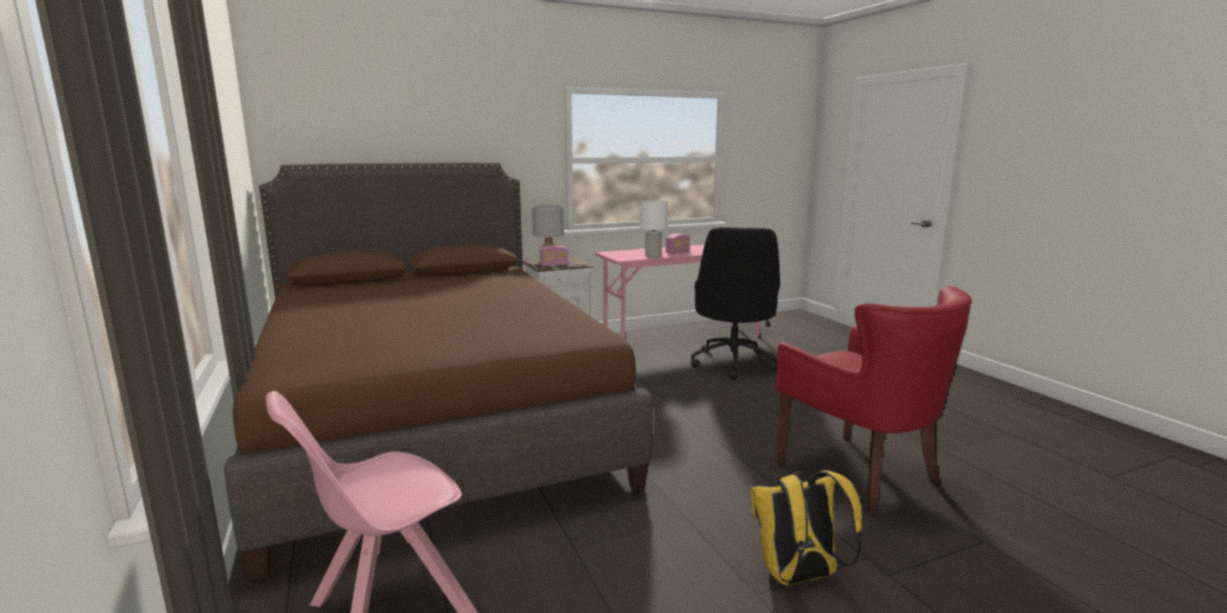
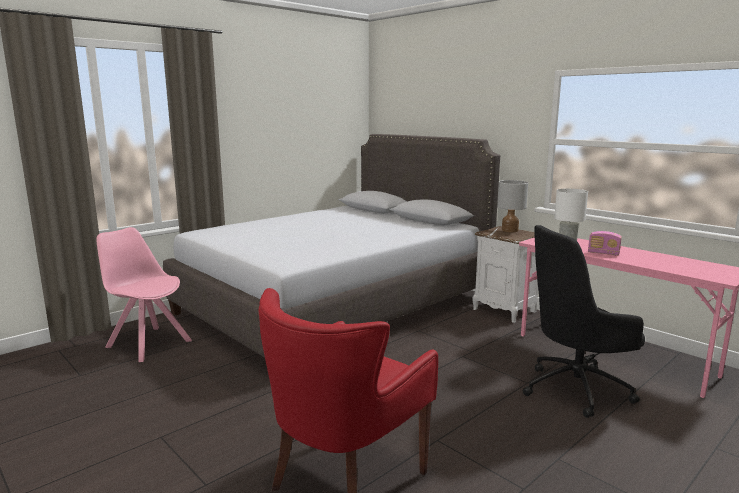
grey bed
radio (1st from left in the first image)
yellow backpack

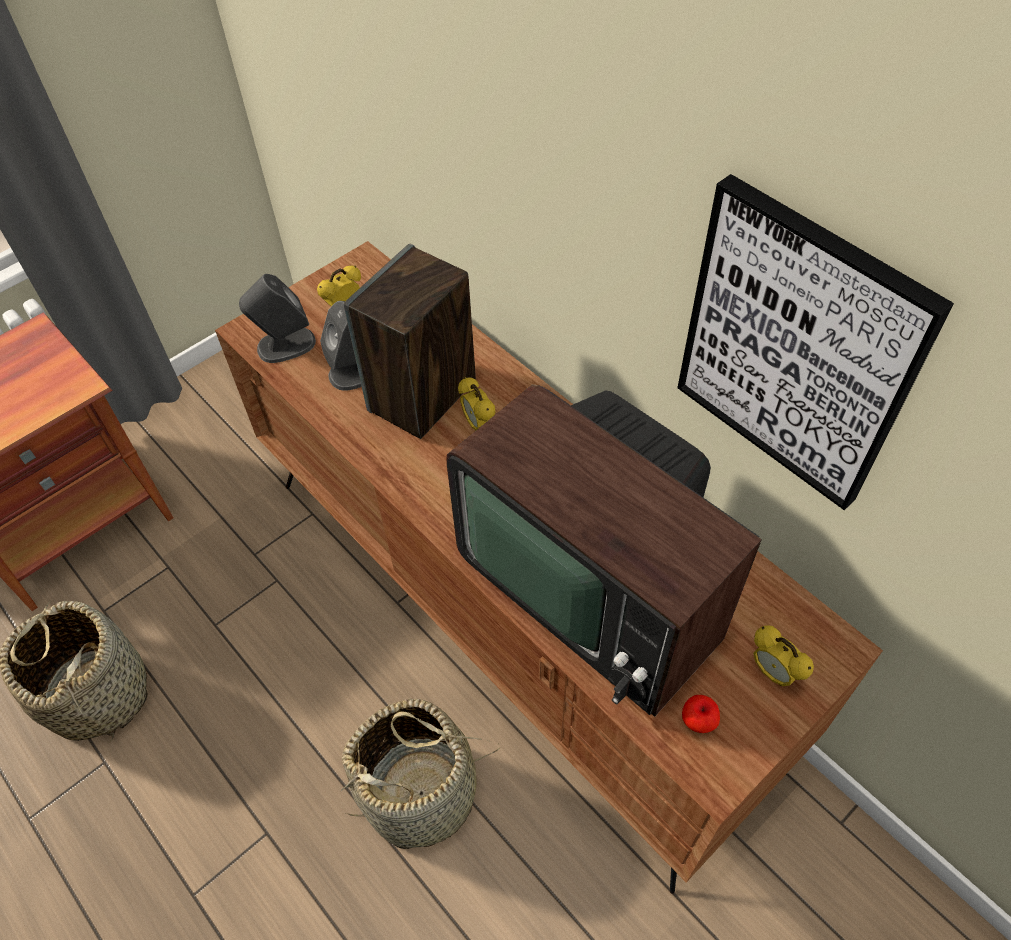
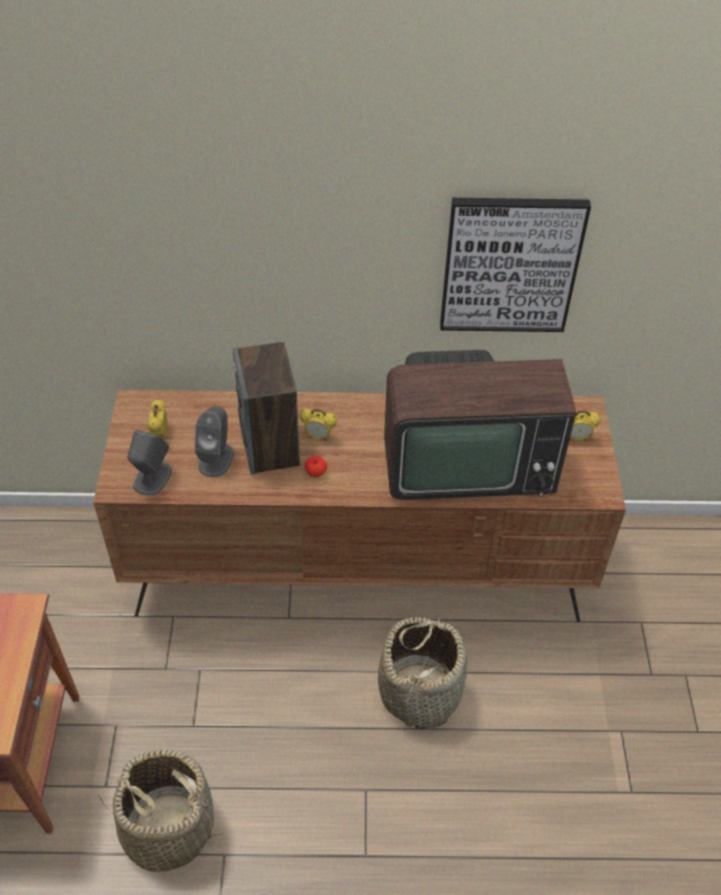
apple

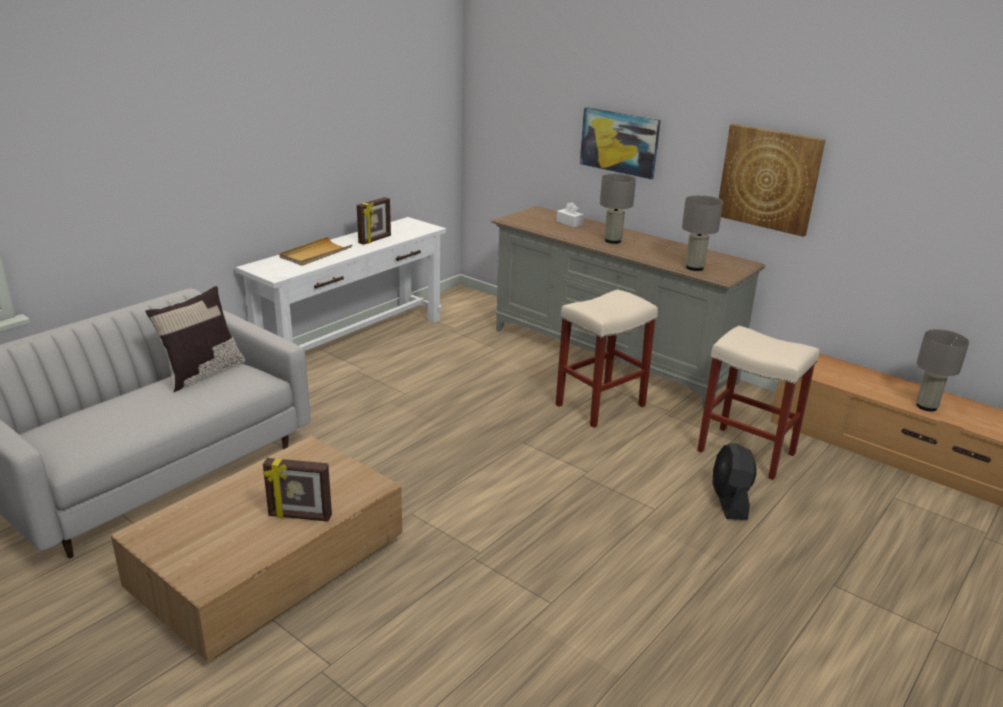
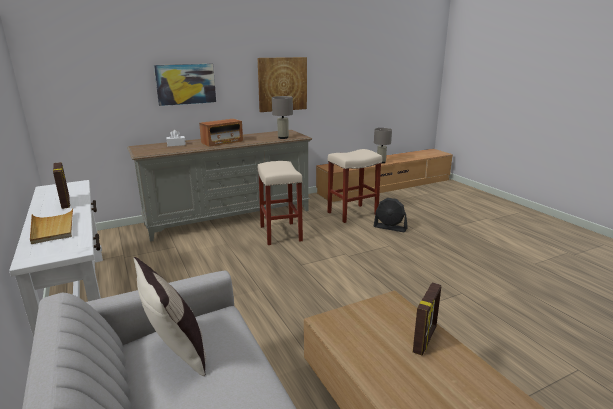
radio

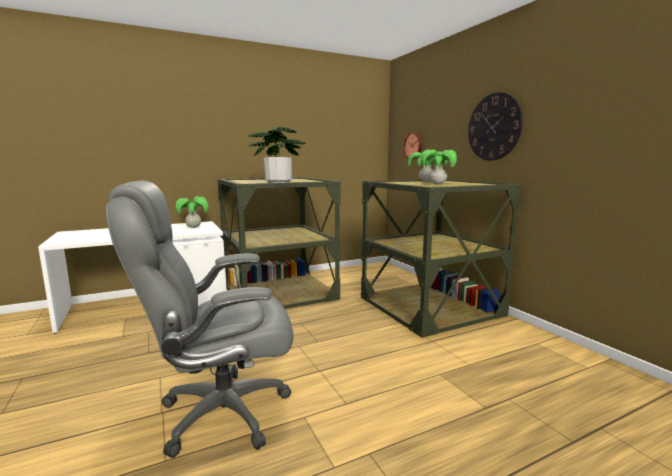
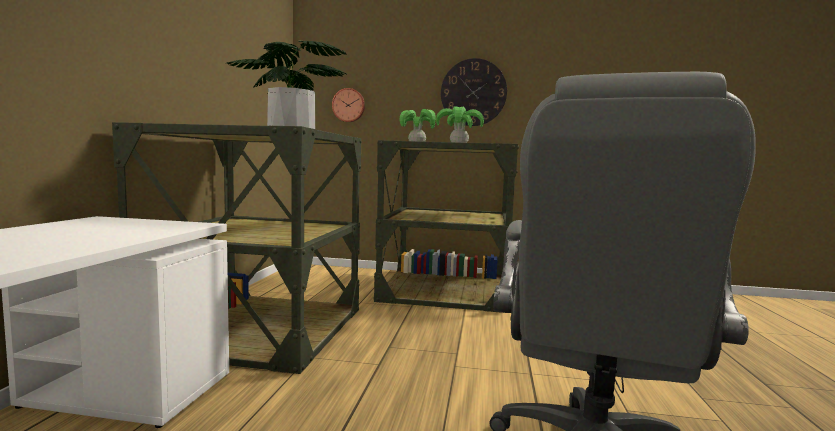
potted plant (1st from left in the first image)

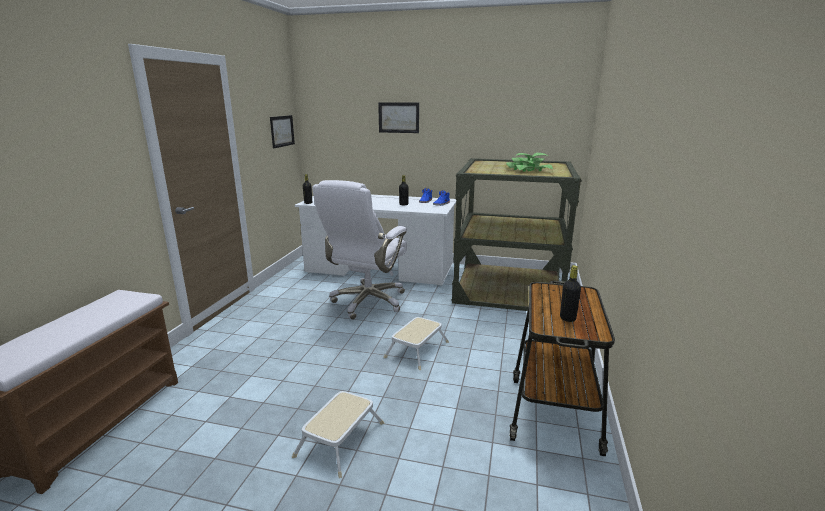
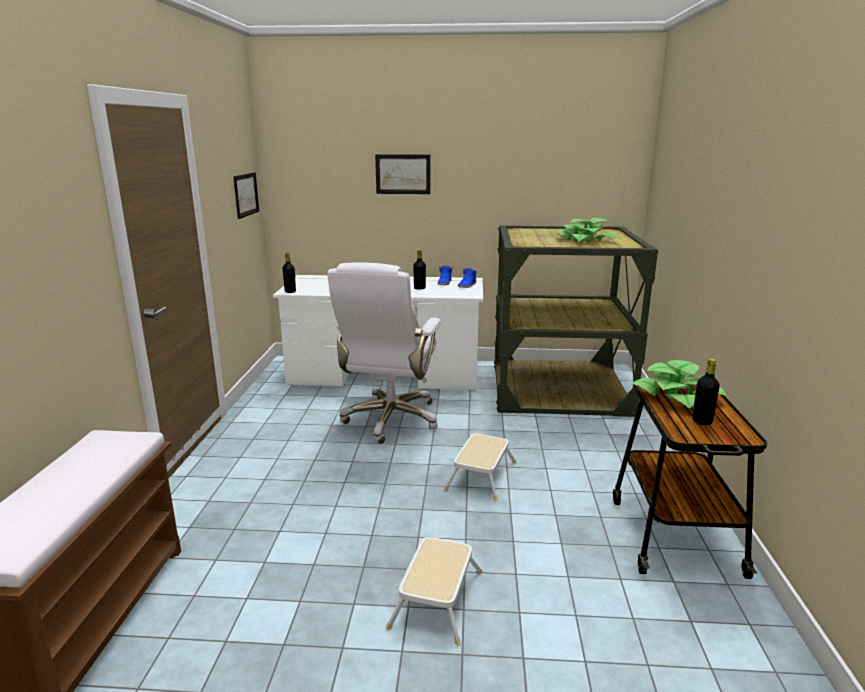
potted plant (2nd from left)

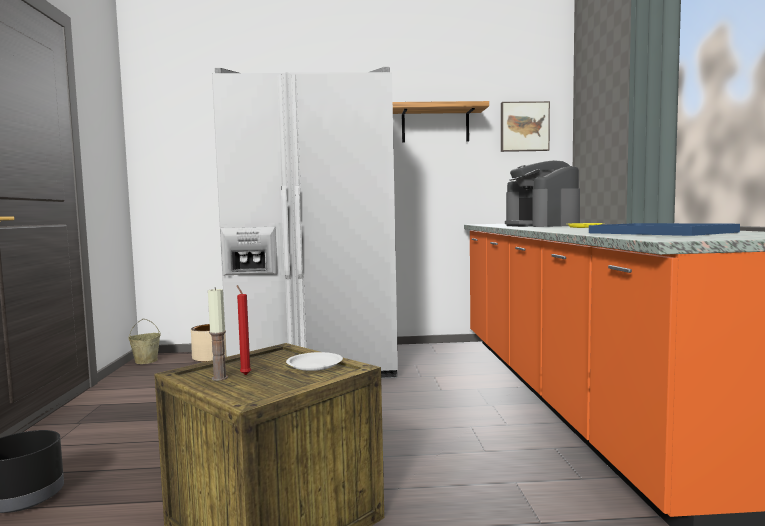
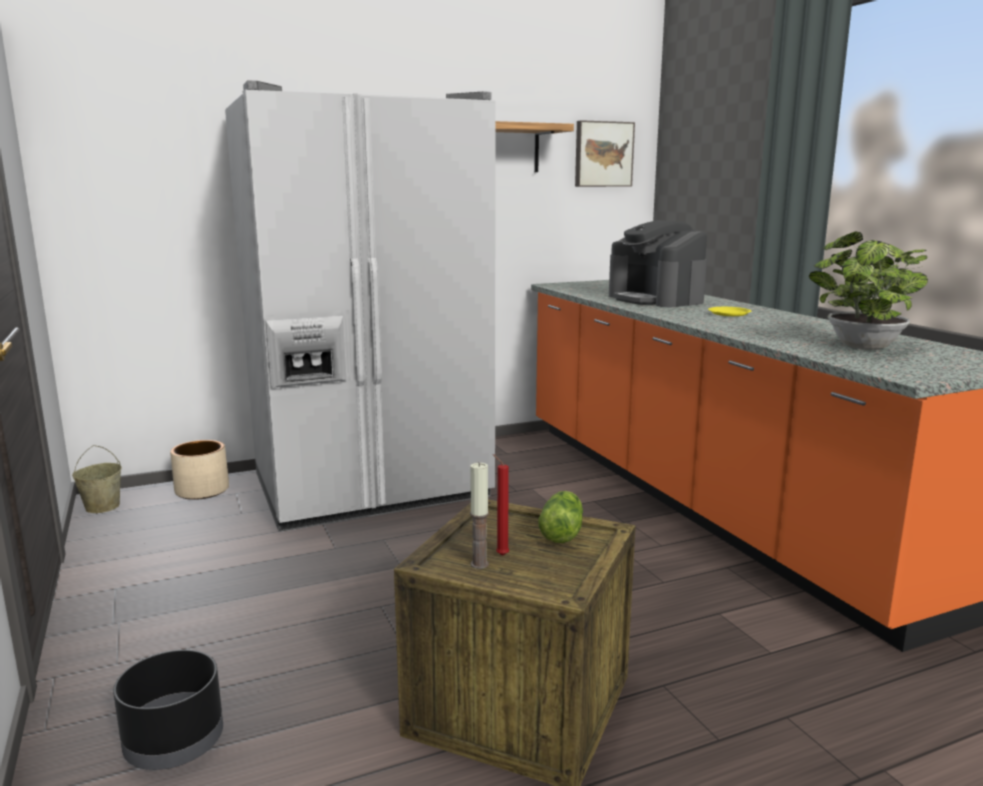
lettuce
potted plant

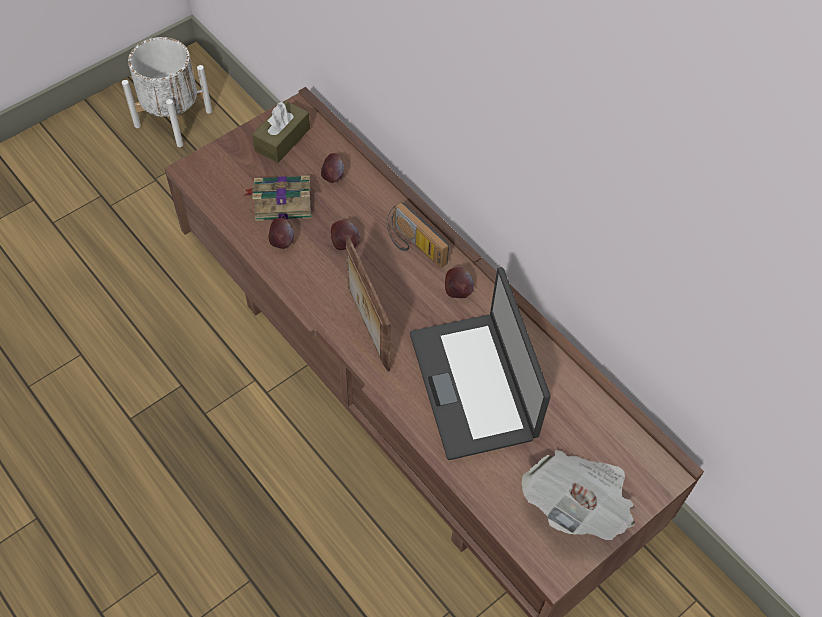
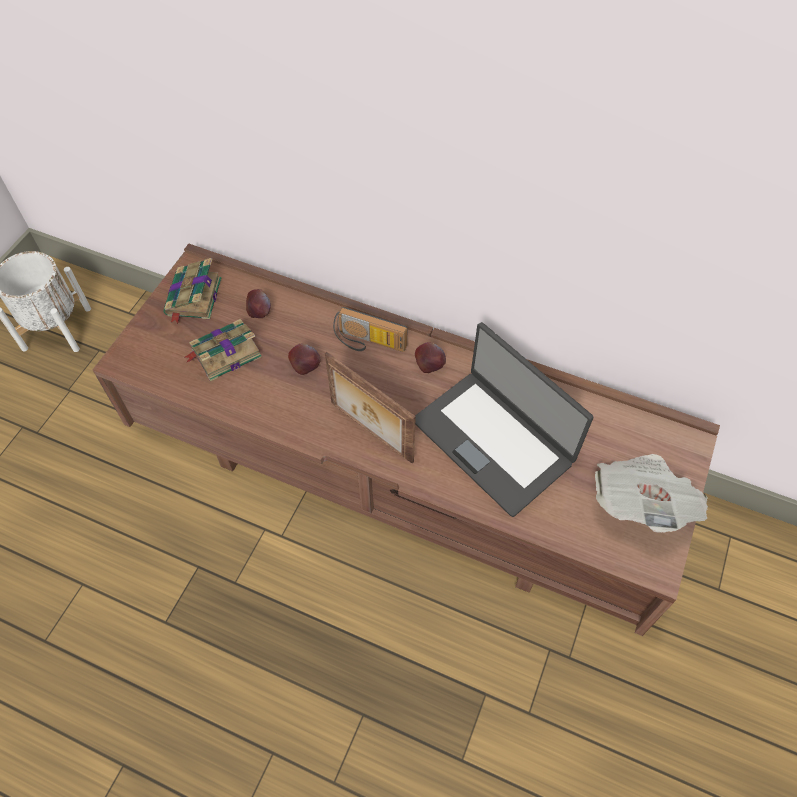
book (1st from left)
apple (1st from left in the first image)

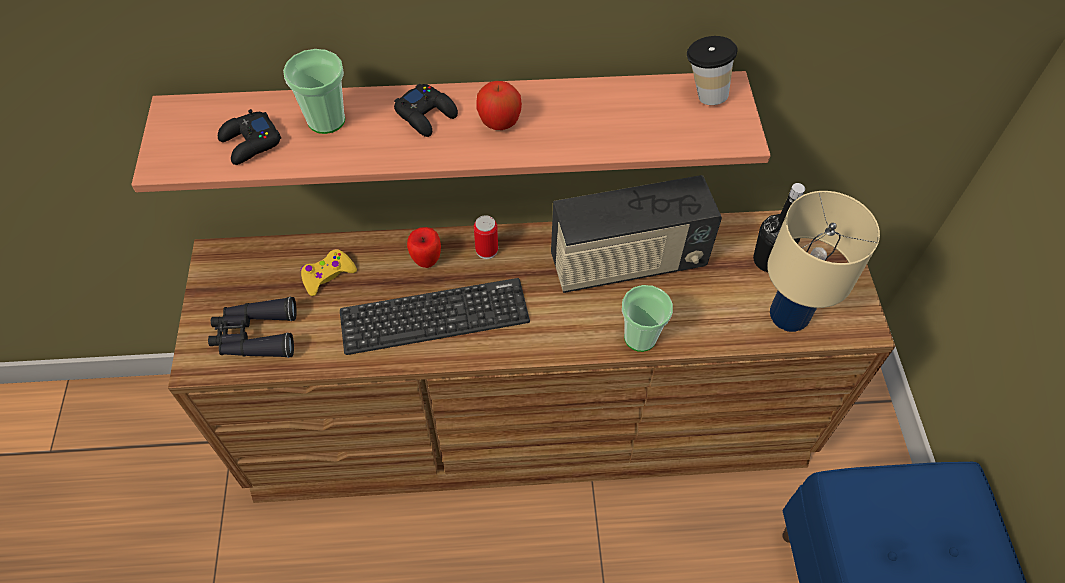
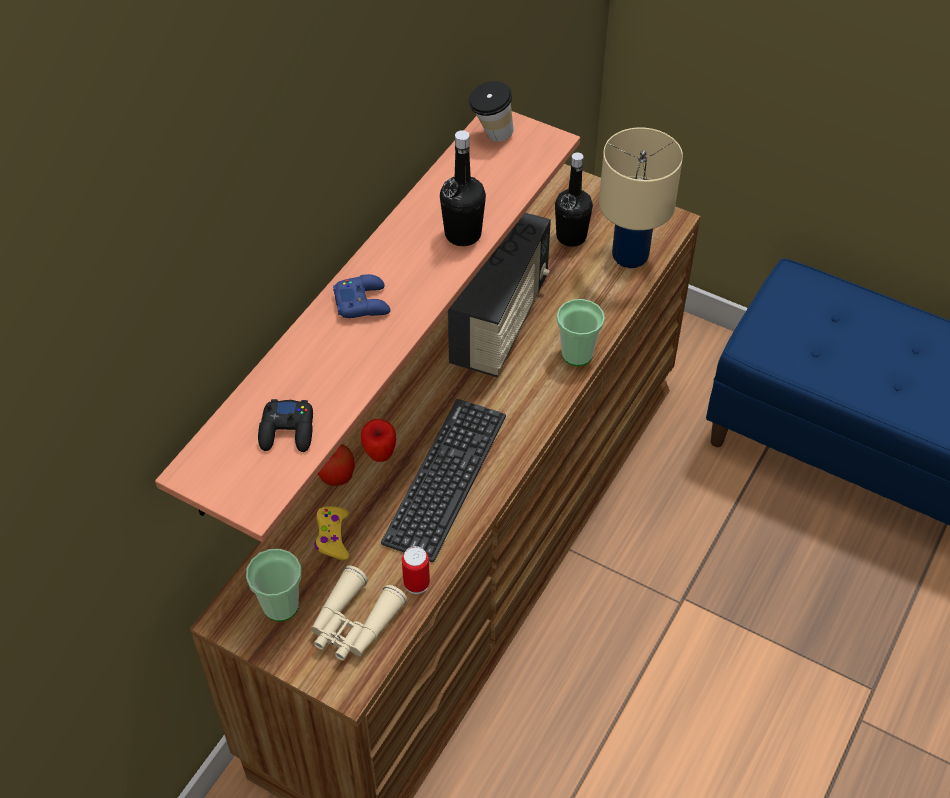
beige binoculars
cup (1st from left)
blue game controller
can
apple (1st from left)
black bottle (1st from left)

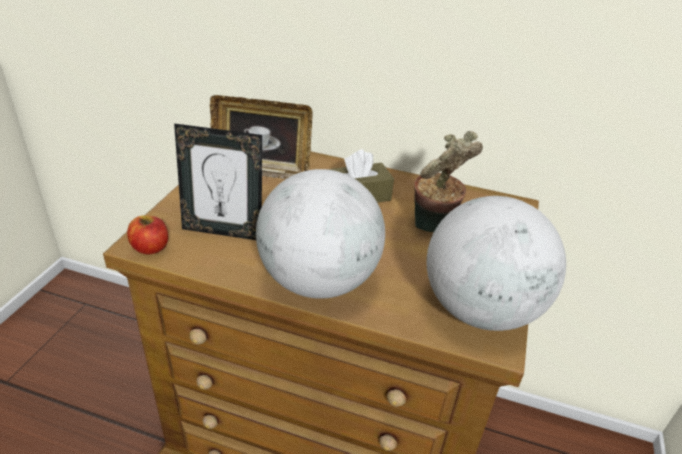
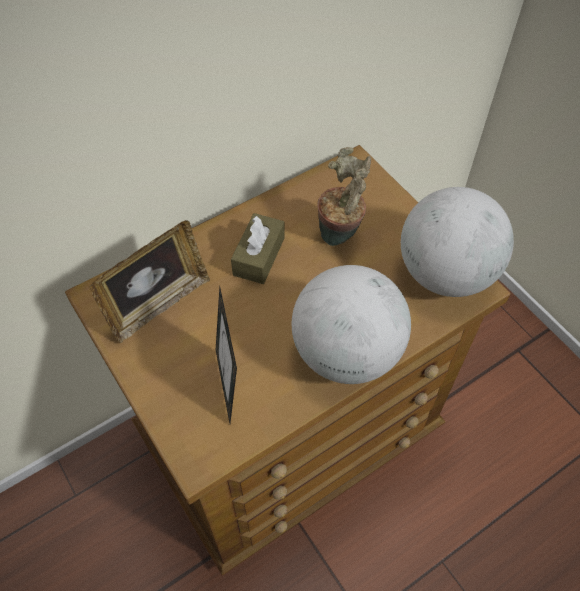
apple
picture frame (2nd from left)

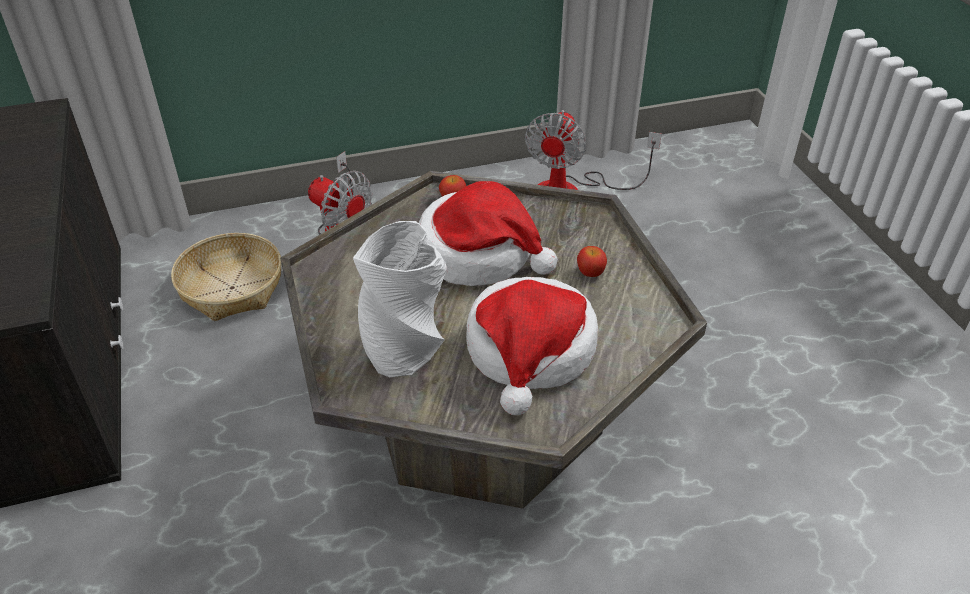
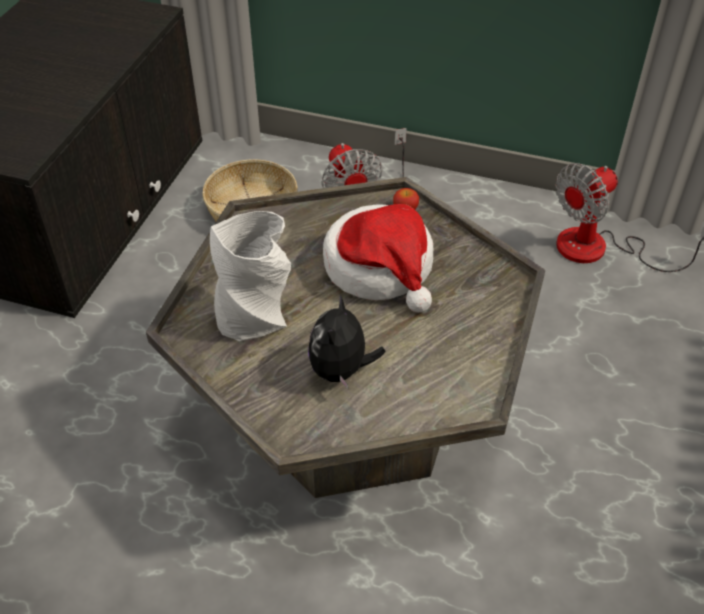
plush toy
apple (2nd from left in the first image)

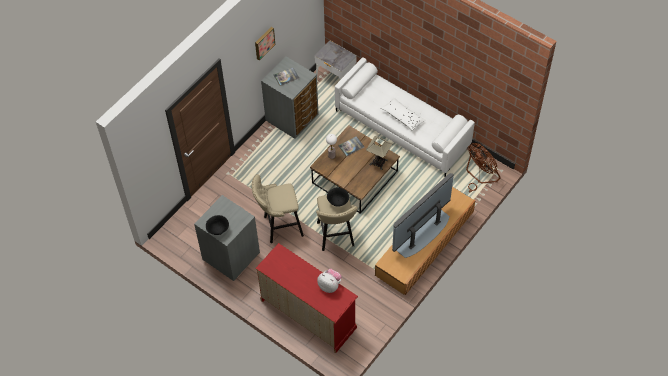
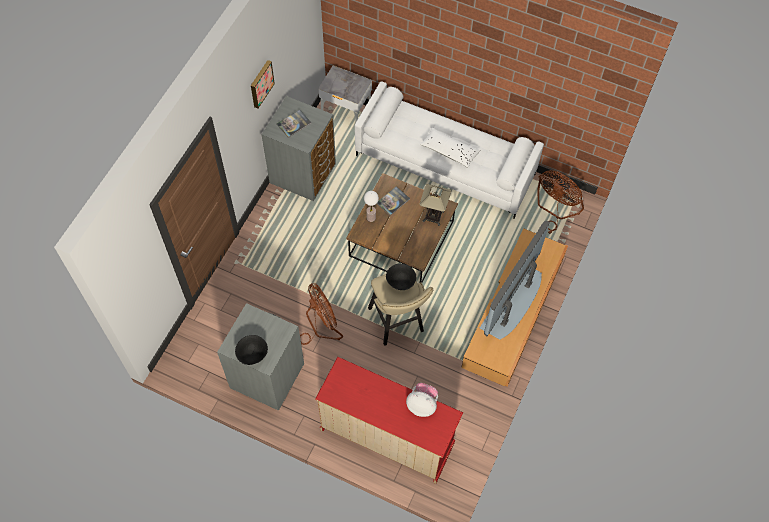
brown fan (1st from left)

